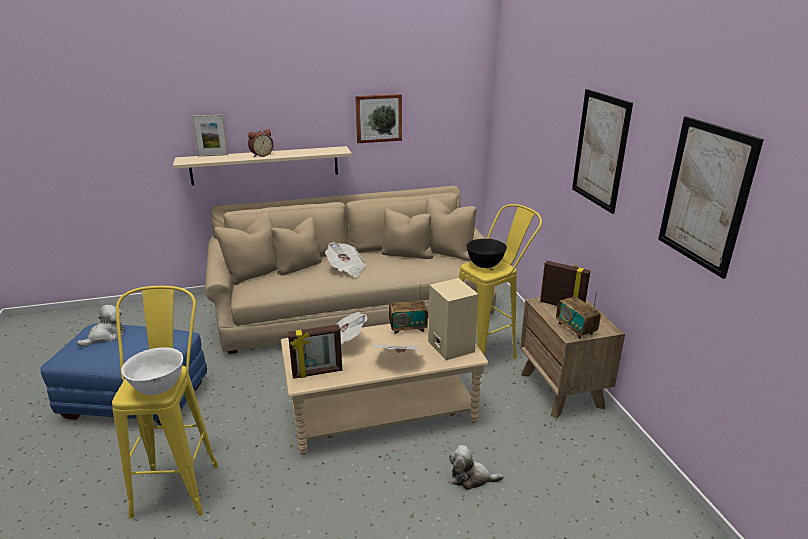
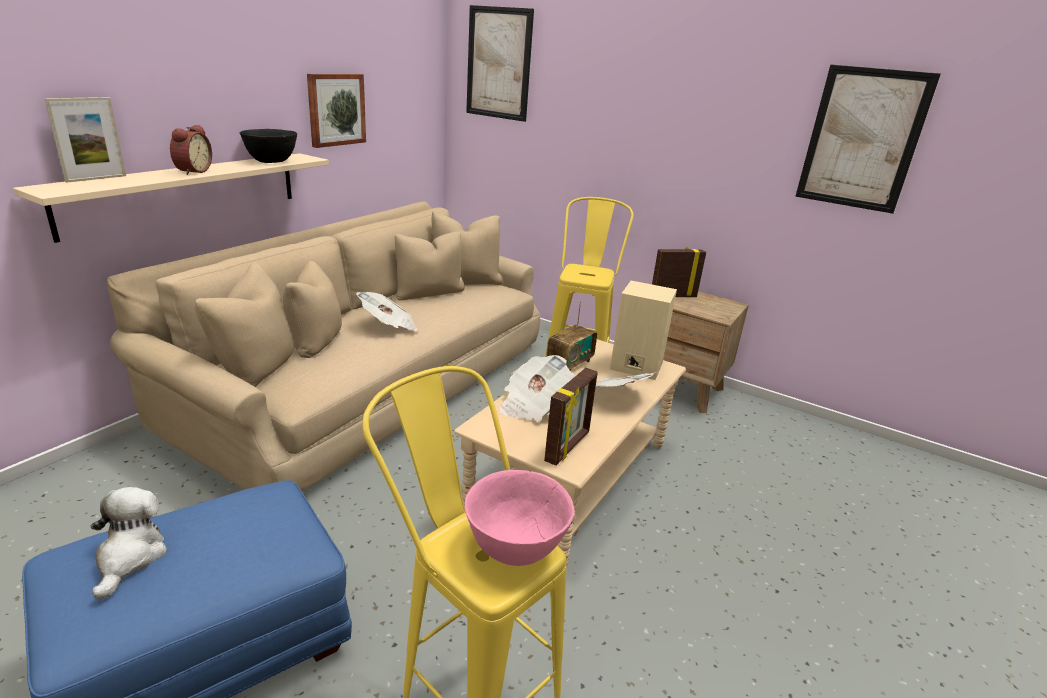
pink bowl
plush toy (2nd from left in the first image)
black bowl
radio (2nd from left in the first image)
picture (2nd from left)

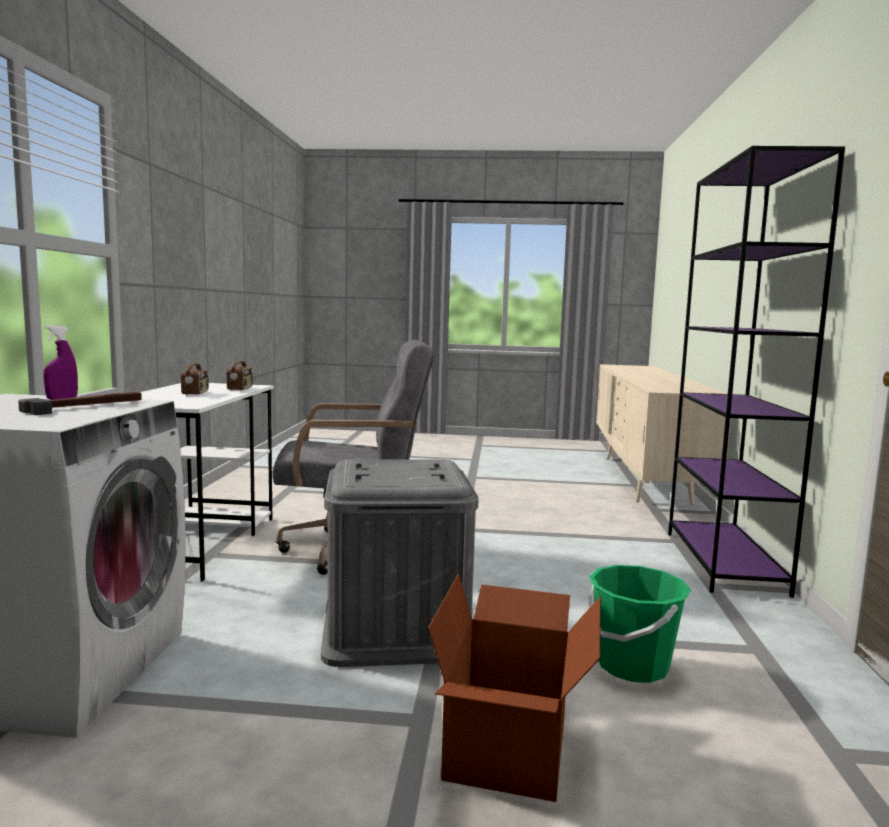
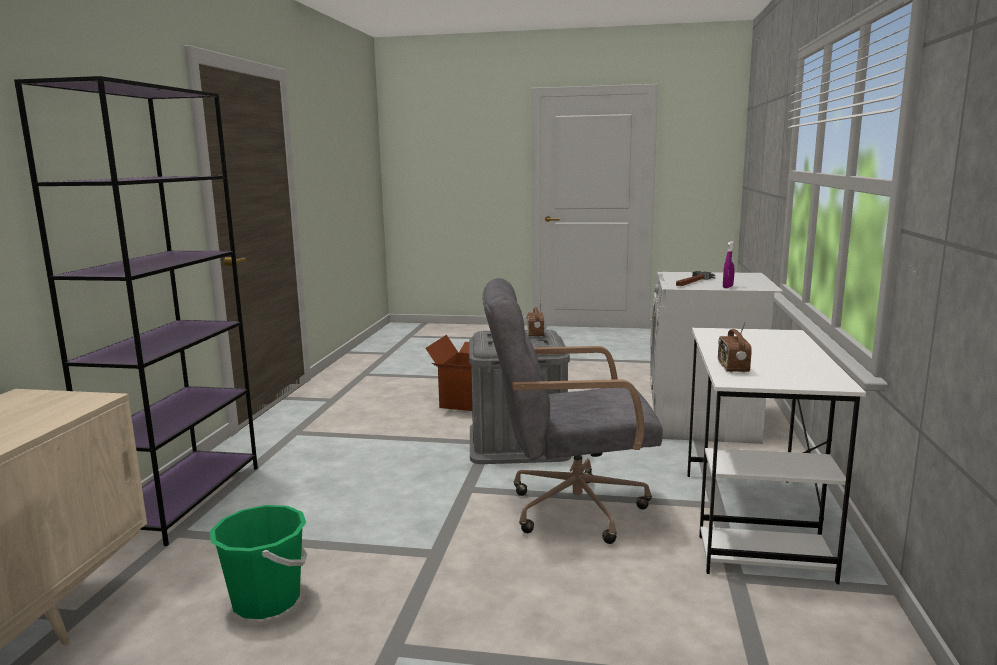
radio (1st from left)
green bucket

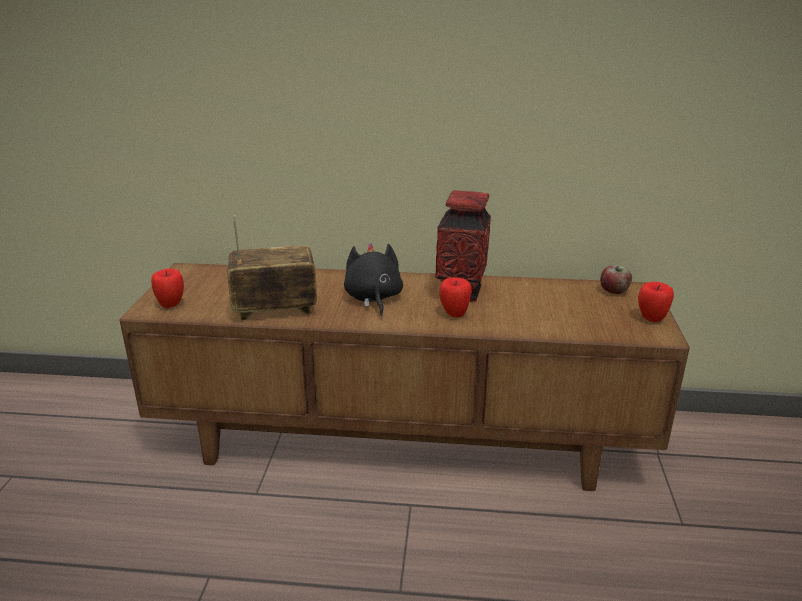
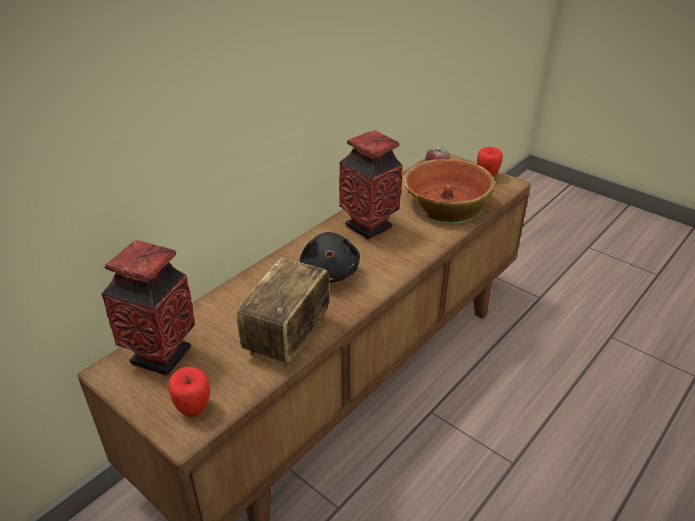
black plush toy
apple (2nd from left in the first image)
vase (1st from left)
bowl

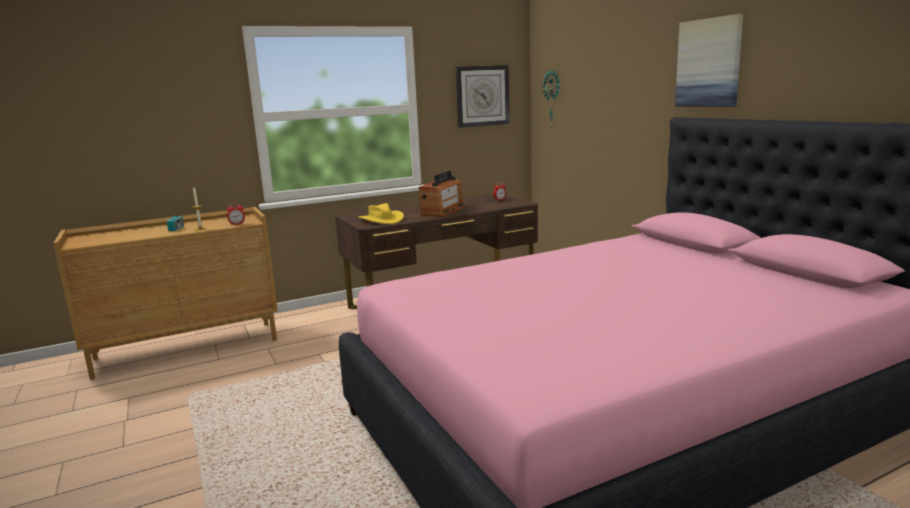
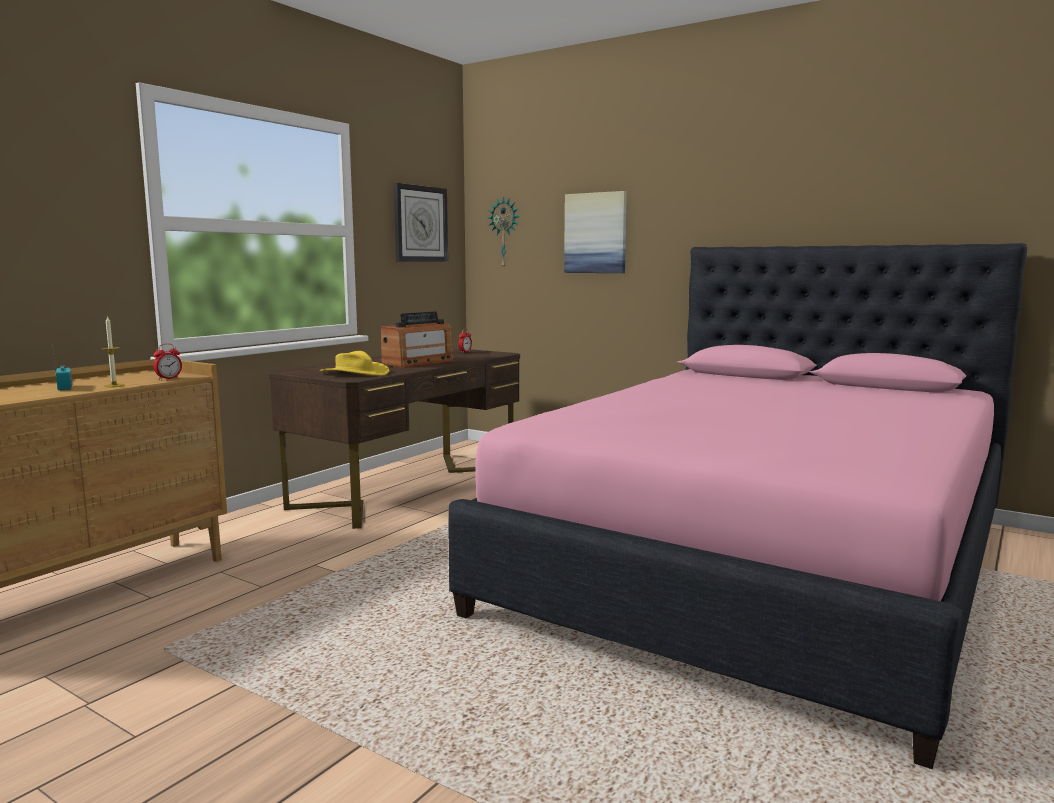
radio (2nd from left)
picture

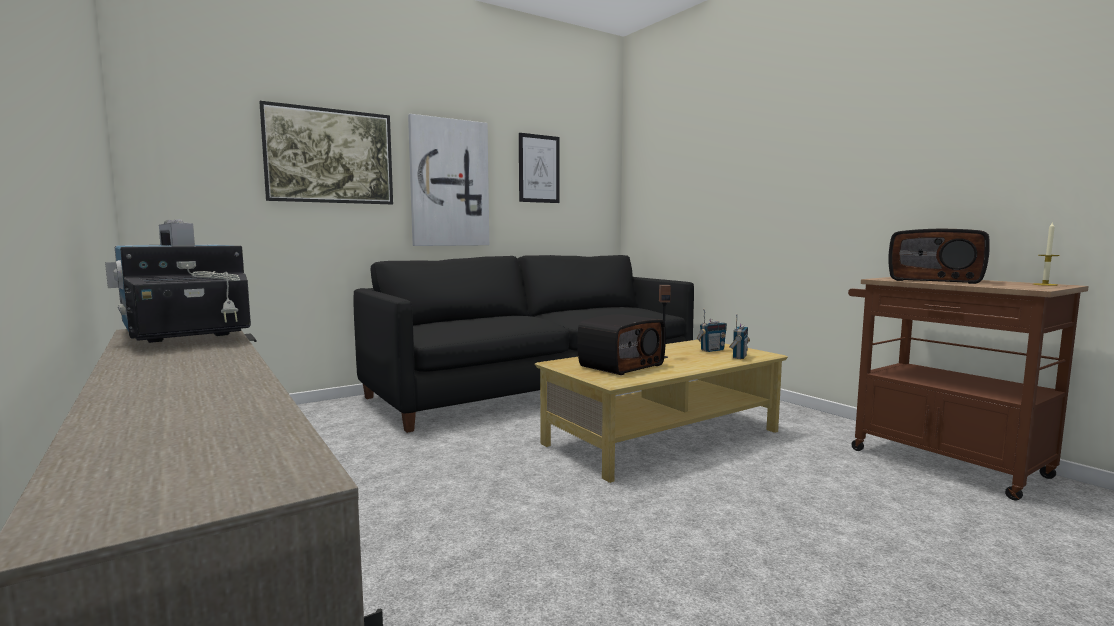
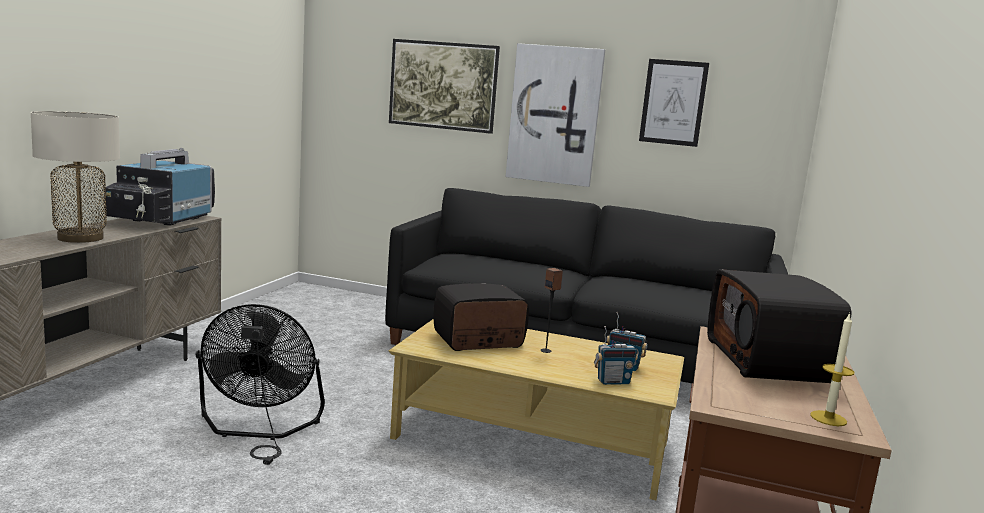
radio (1st from left)
table lamp
black fan

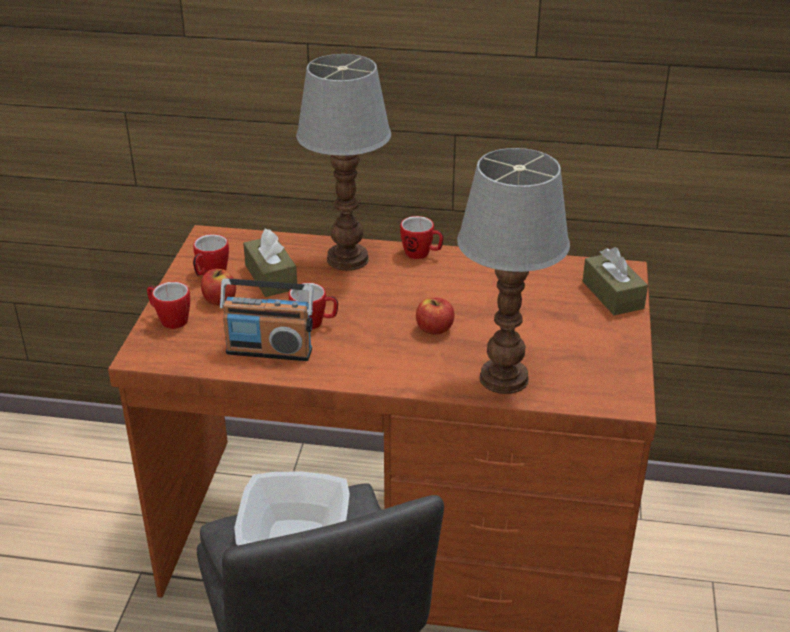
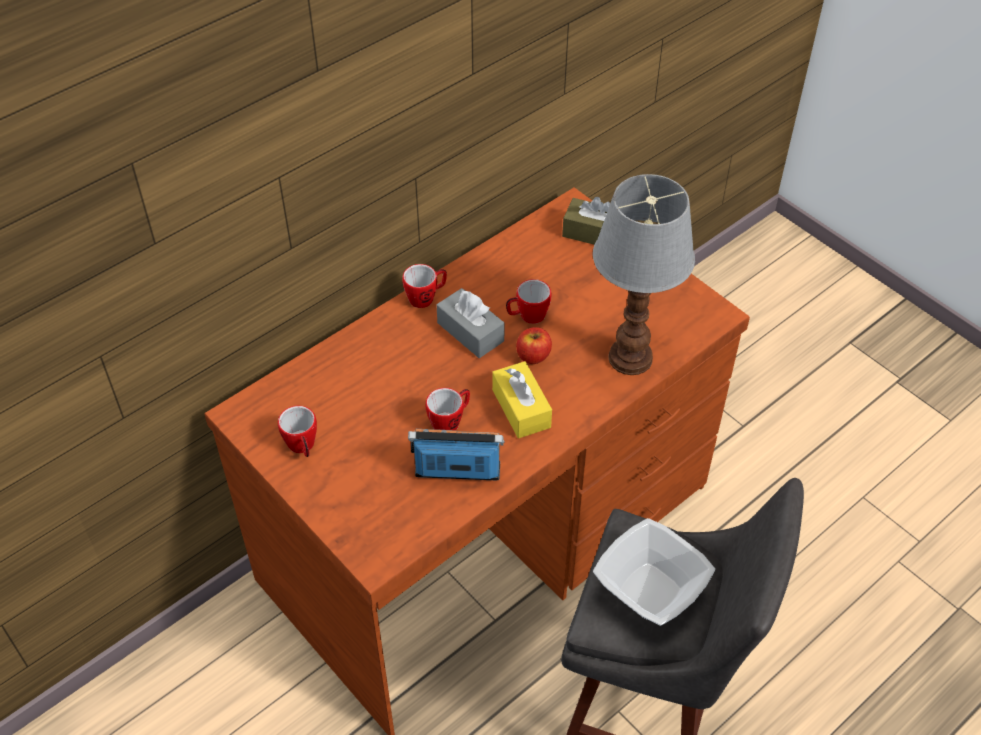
mug (4th from left)
apple (1st from left in the first image)
radio
brown tissue box (1st from left in the first image)
table lamp (1st from left in the first image)
grey tissue box
yellow tissue box

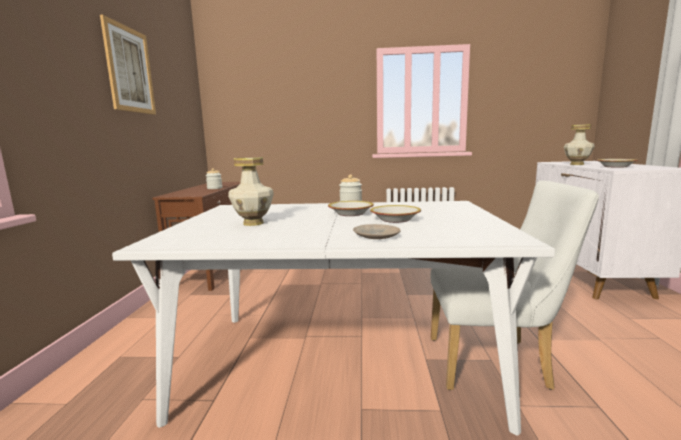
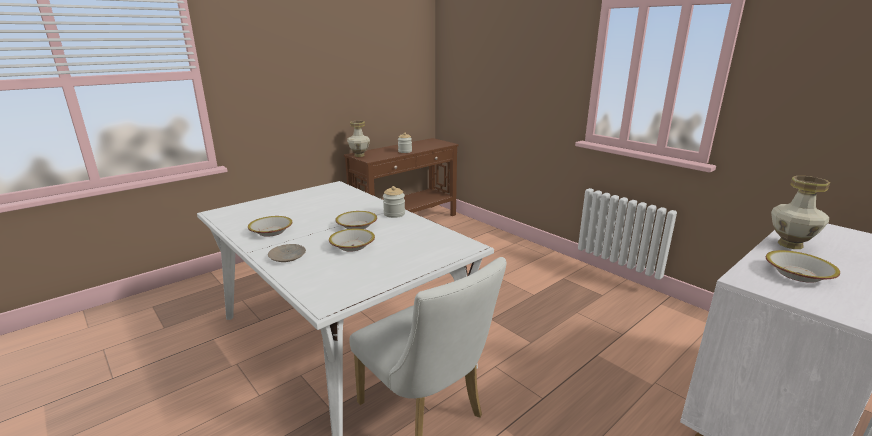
picture
vase (1st from left)
bowl (1st from left)

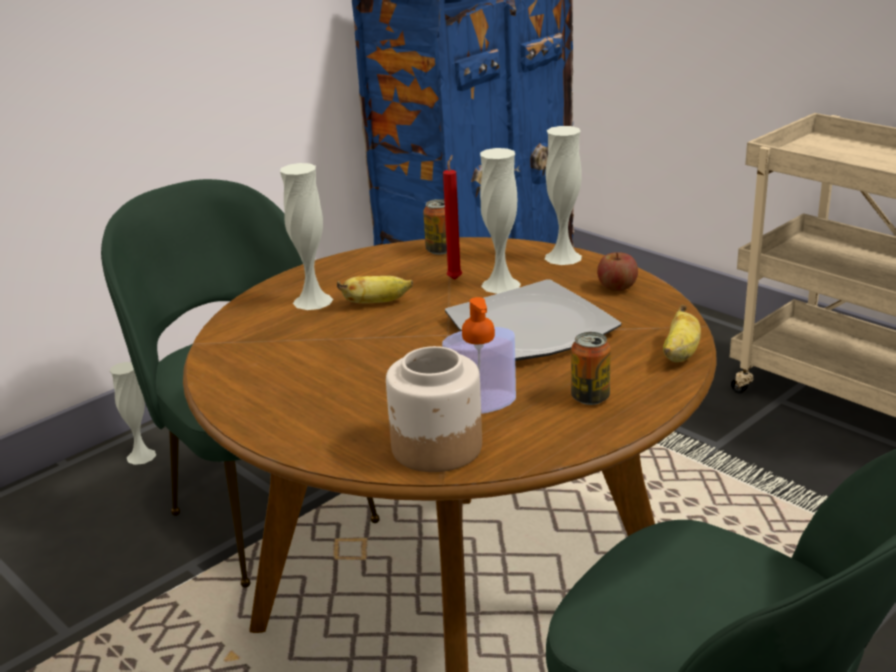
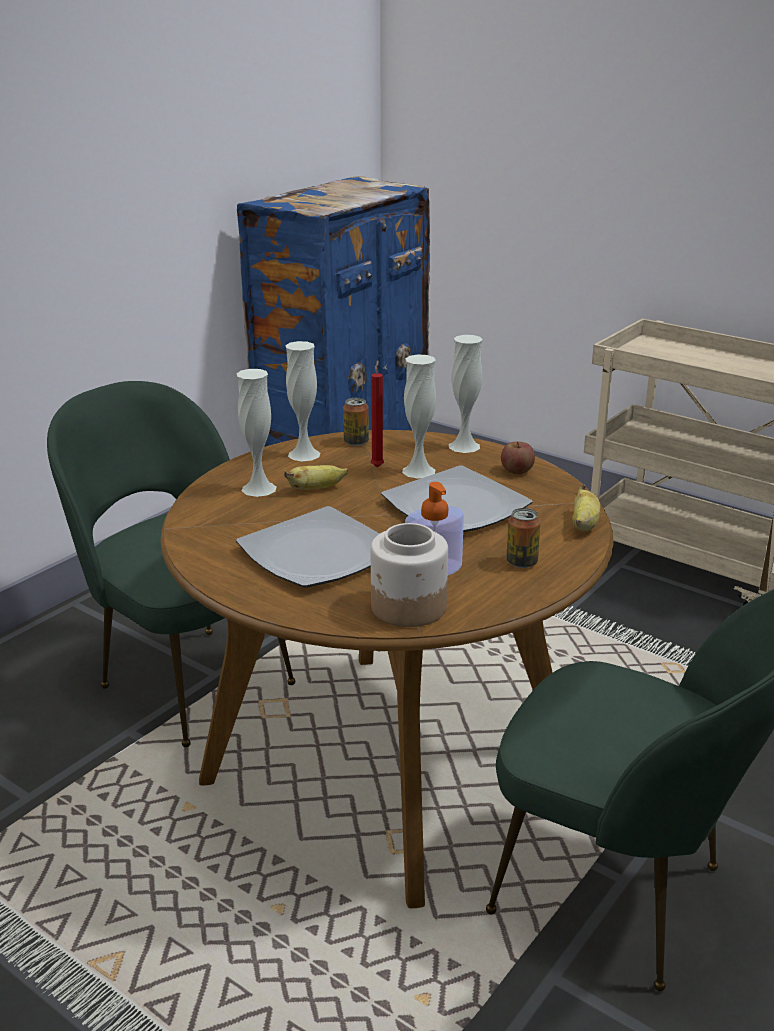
white vase (2nd from left)
plate (1st from left)

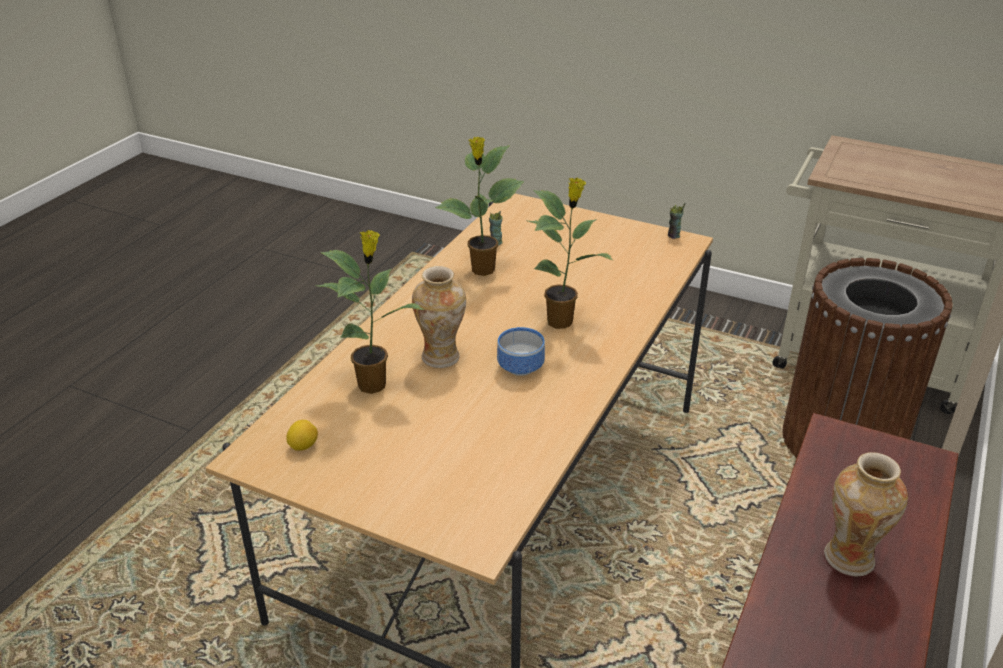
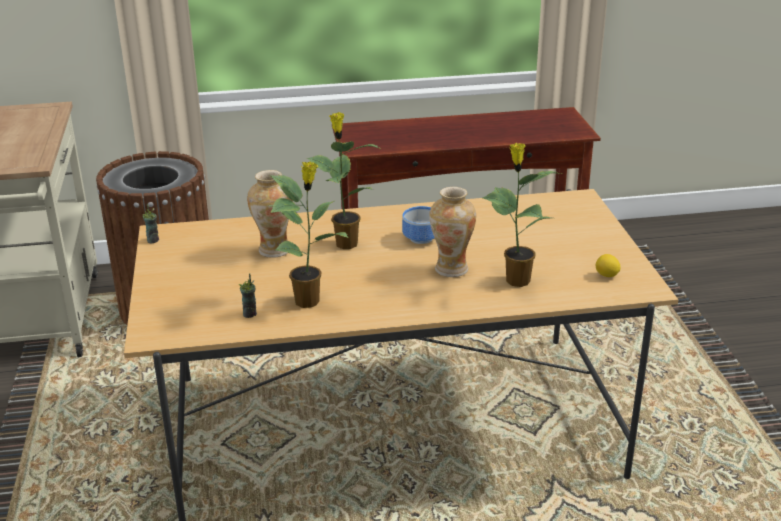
vase (1st from left)

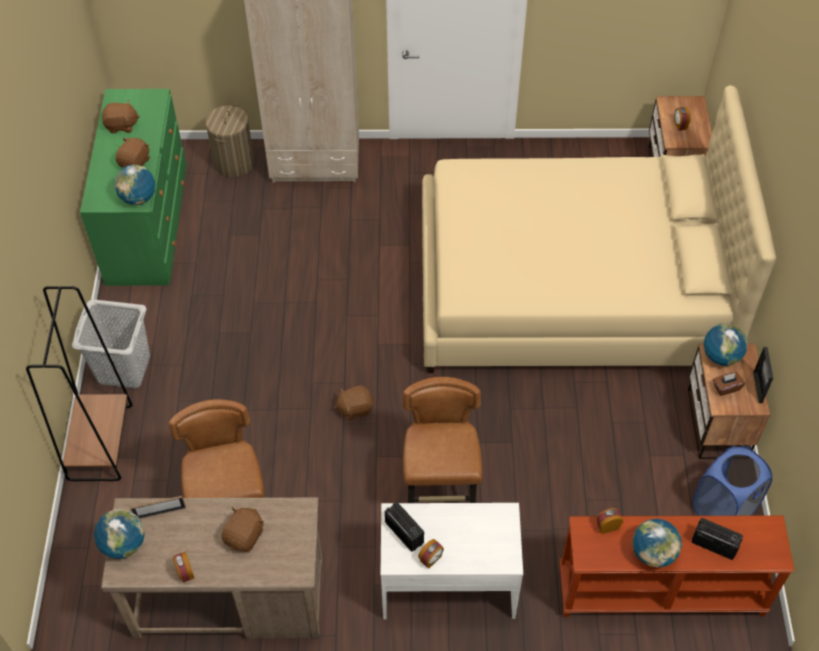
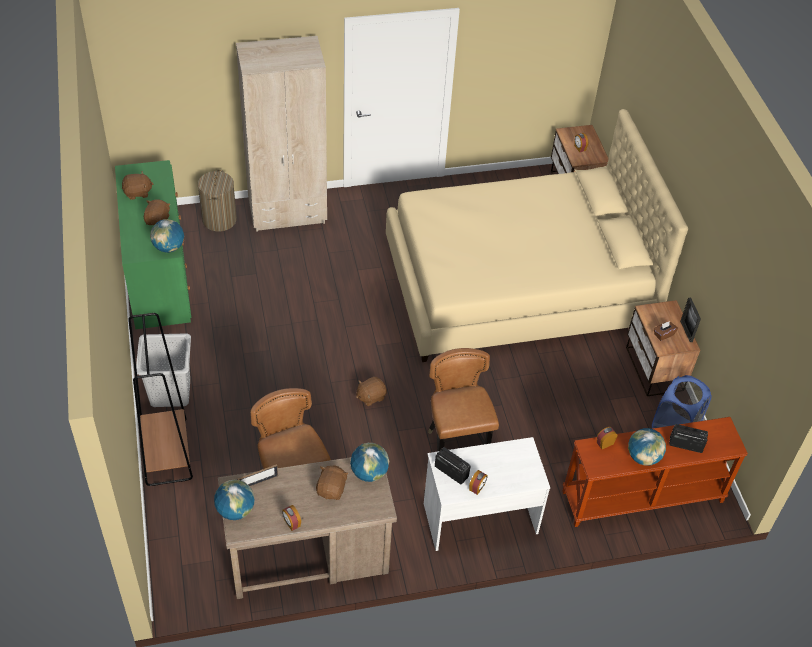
globe (3rd from left)

